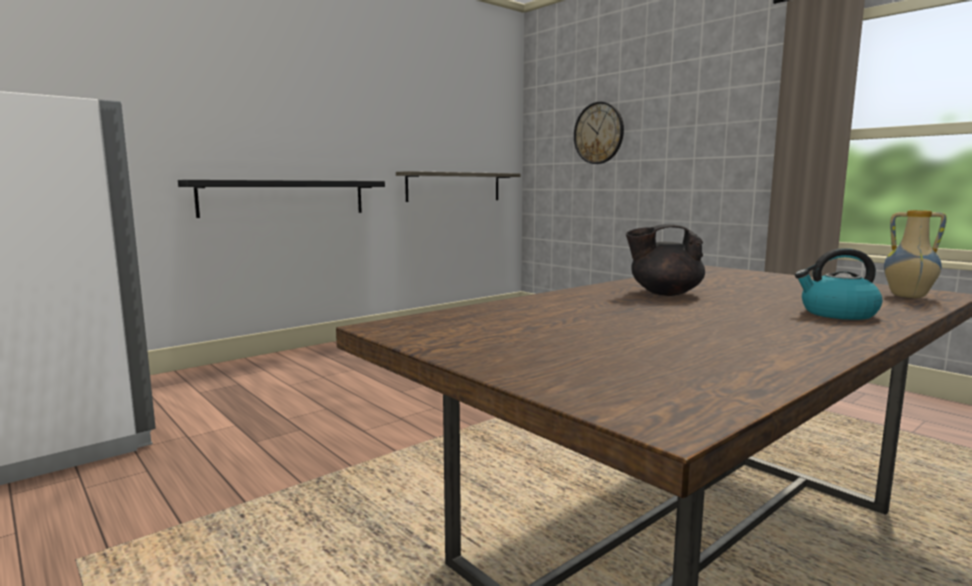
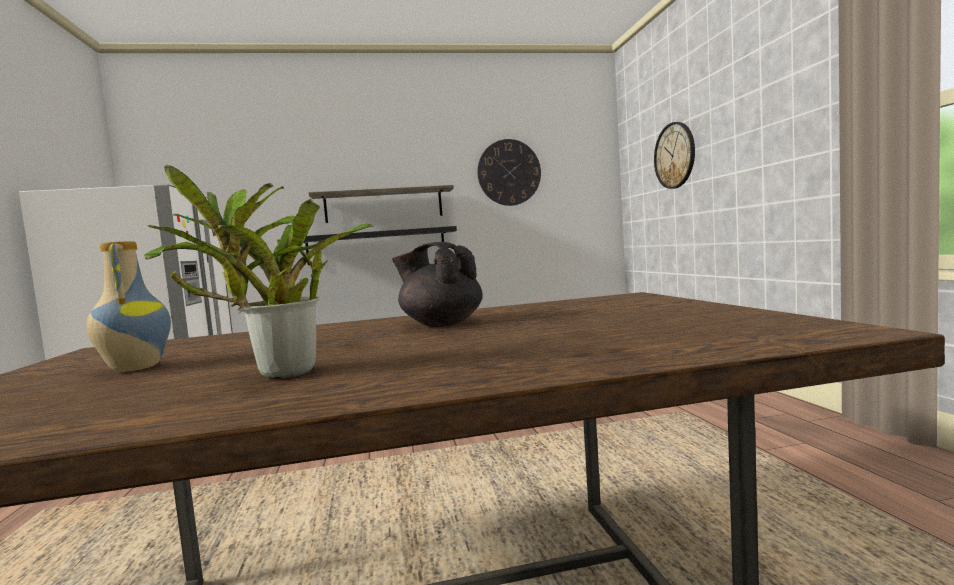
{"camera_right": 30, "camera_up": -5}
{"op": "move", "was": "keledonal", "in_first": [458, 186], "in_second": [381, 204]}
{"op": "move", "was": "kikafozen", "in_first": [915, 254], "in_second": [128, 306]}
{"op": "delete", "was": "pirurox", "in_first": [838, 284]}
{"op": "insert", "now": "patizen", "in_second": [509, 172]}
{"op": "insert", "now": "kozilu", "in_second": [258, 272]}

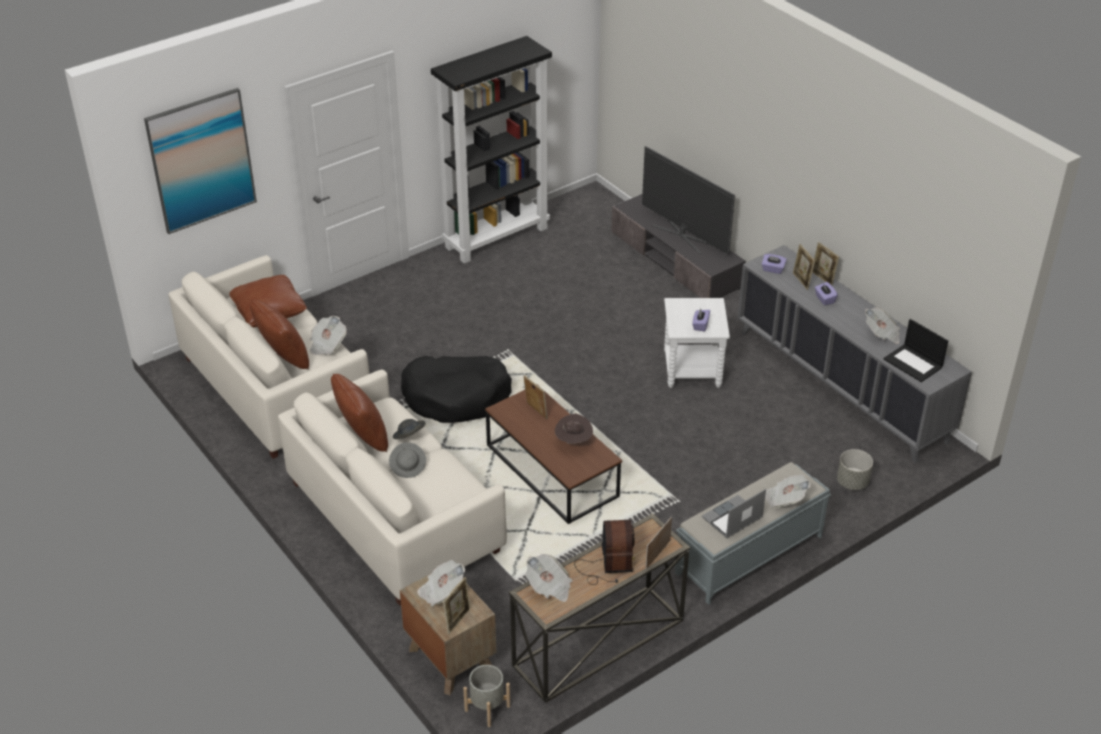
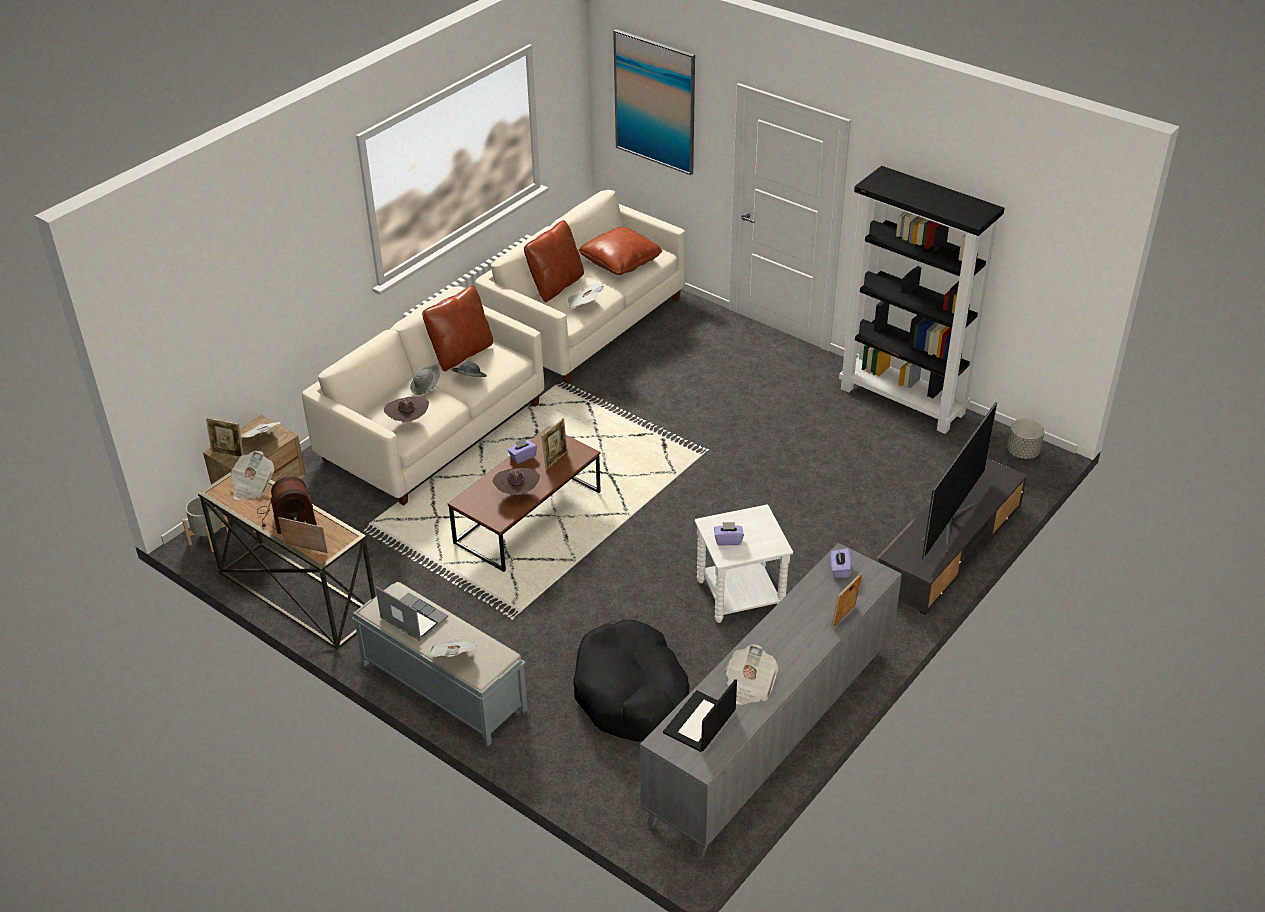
{"camera_right": 75, "camera_up": 0}
{"op": "delete", "was": "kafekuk", "in_first": [804, 267]}
{"op": "move", "was": "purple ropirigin", "in_first": [826, 293], "in_second": [522, 451]}
{"op": "move", "was": "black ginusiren", "in_first": [456, 389], "in_second": [631, 681]}
{"op": "move", "was": "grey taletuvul", "in_first": [855, 469], "in_second": [1026, 438]}
{"op": "insert", "now": "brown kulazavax", "in_second": [406, 409]}

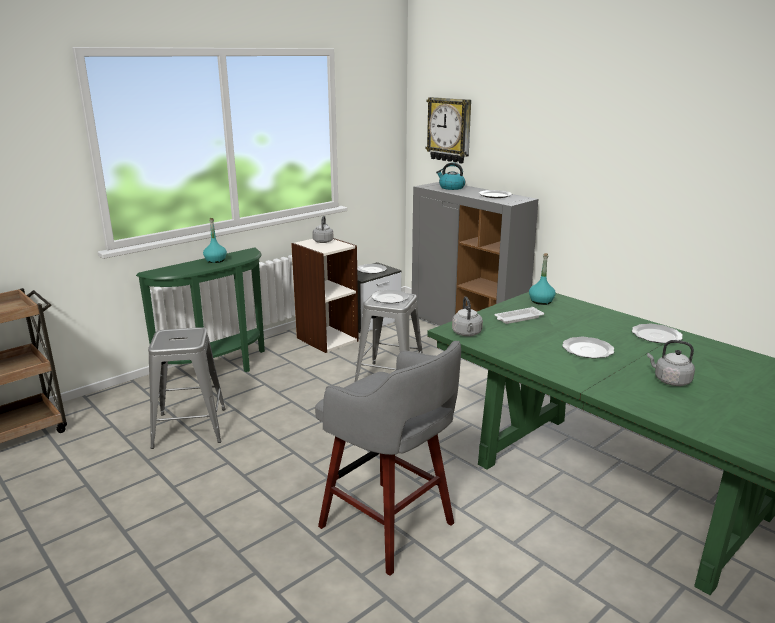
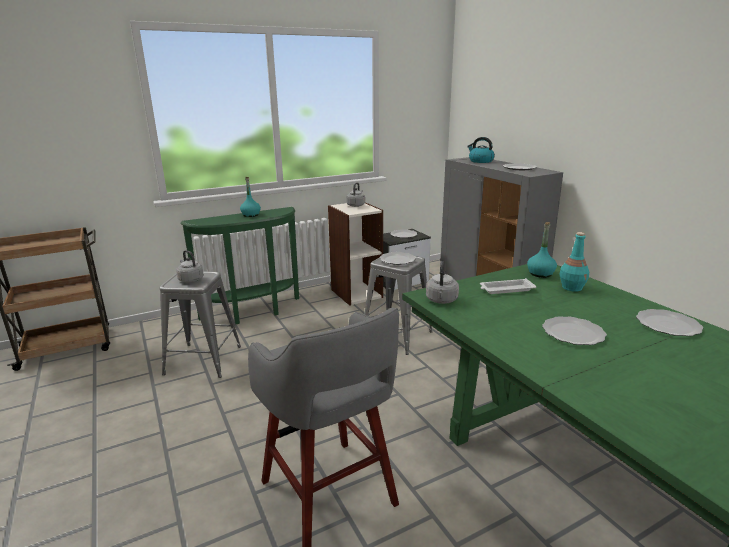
{"camera_right": 15, "camera_up": 0}
{"op": "delete", "was": "patizen", "in_first": [448, 130]}
{"op": "move", "was": "grey pirurox", "in_first": [671, 363], "in_second": [190, 266]}
{"op": "insert", "now": "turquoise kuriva", "in_second": [574, 262]}

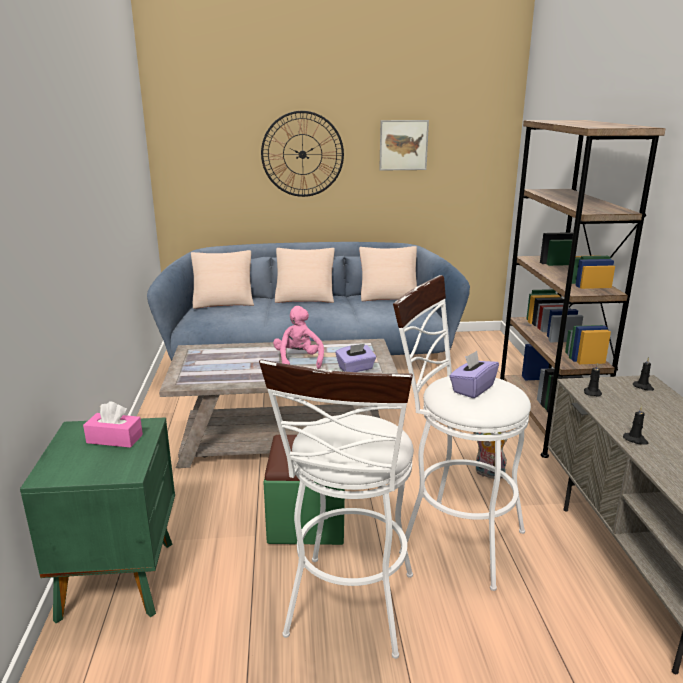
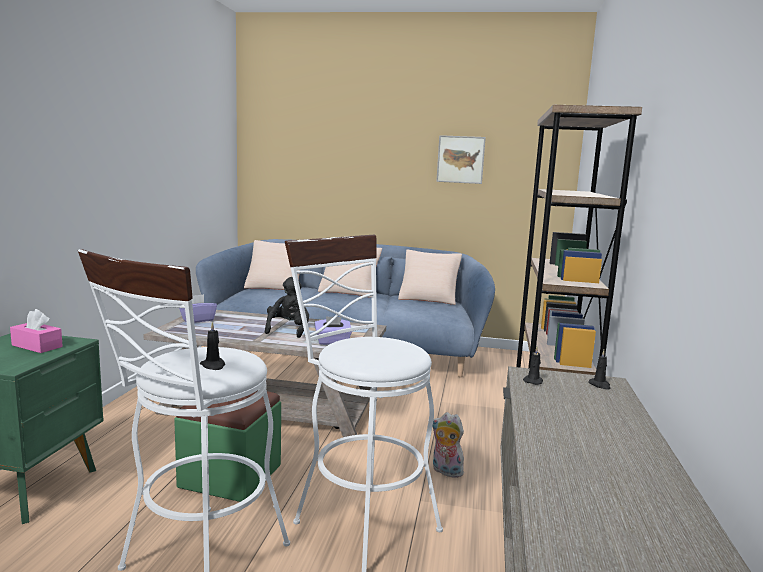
{"camera_right": 15, "camera_up": -10}
{"op": "delete", "was": "patizen", "in_first": [302, 154]}
{"op": "recolor", "was": "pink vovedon", "now": "black vovedon", "in_first": [298, 337], "in_second": [287, 307]}
{"op": "move", "was": "purple ropirigin", "in_first": [474, 374], "in_second": [198, 308]}
{"op": "move", "was": "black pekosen", "in_first": [636, 425], "in_second": [212, 346]}

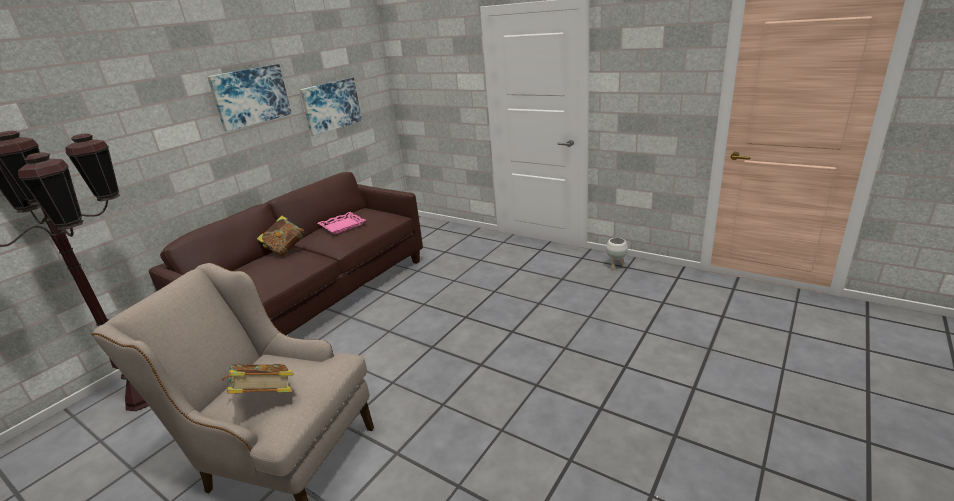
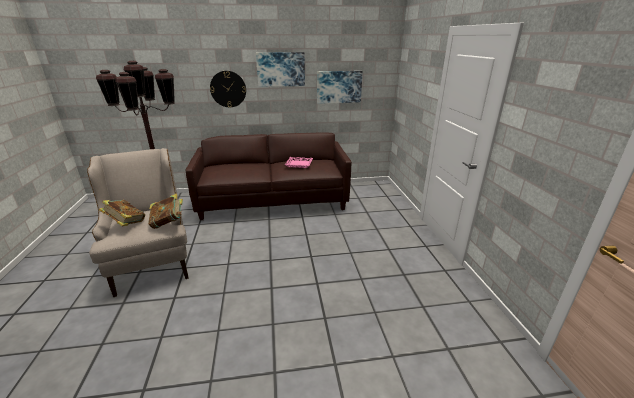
{"camera_right": 45, "camera_up": 0}
{"op": "move", "was": "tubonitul", "in_first": [281, 236], "in_second": [165, 211]}
{"op": "delete", "was": "white taletuvul", "in_first": [617, 254]}
{"op": "insert", "now": "patizen", "in_second": [228, 89]}

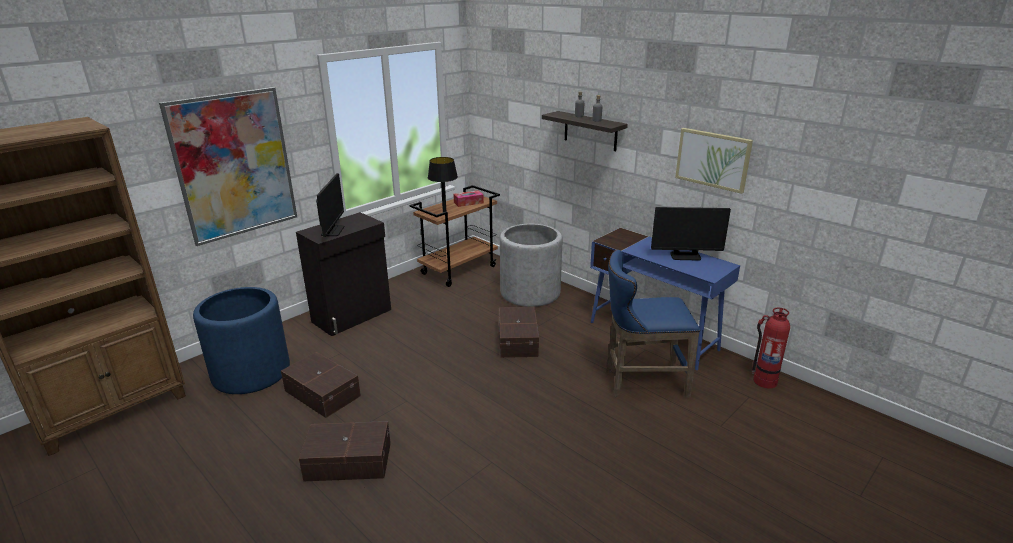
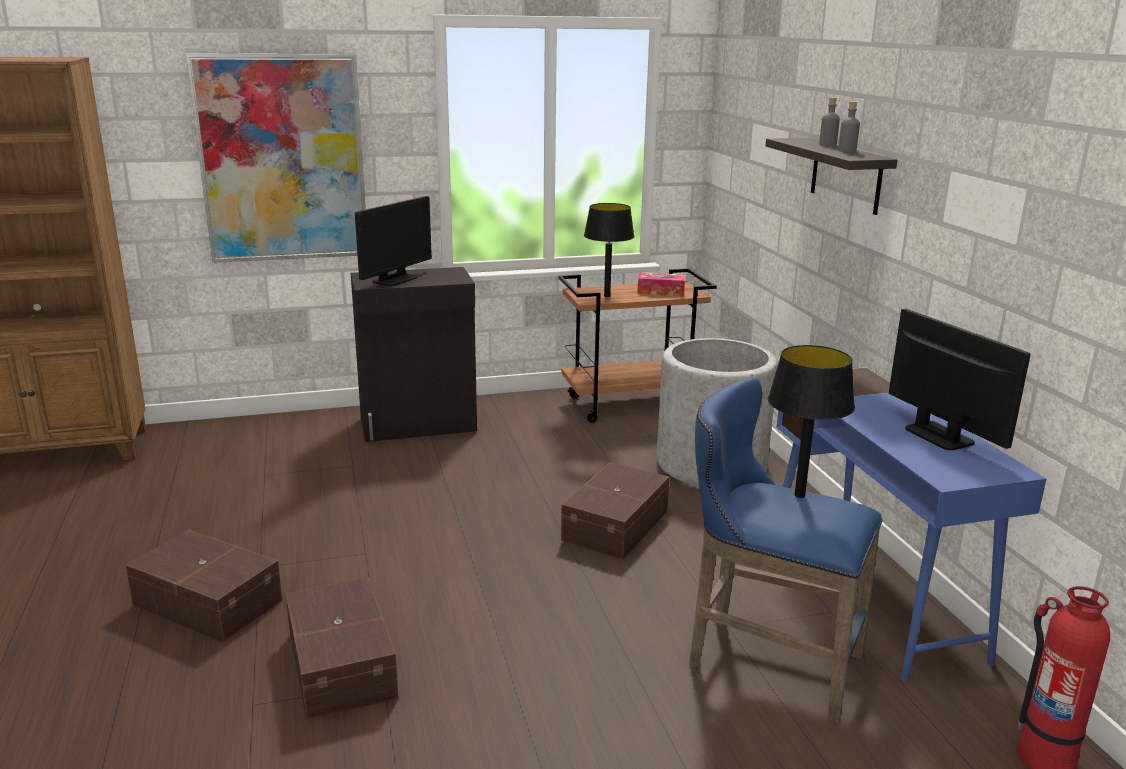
{"camera_right": 30, "camera_up": -5}
{"op": "delete", "was": "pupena", "in_first": [714, 161]}
{"op": "rotate", "was": "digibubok", "in_first": [691, 233], "in_second": [959, 379], "clockwise": -150}
{"op": "delete", "was": "blue taletuvul", "in_first": [241, 340]}
{"op": "move", "was": "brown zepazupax", "in_first": [321, 385], "in_second": [342, 648]}
{"op": "insert", "now": "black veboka", "in_second": [811, 421]}

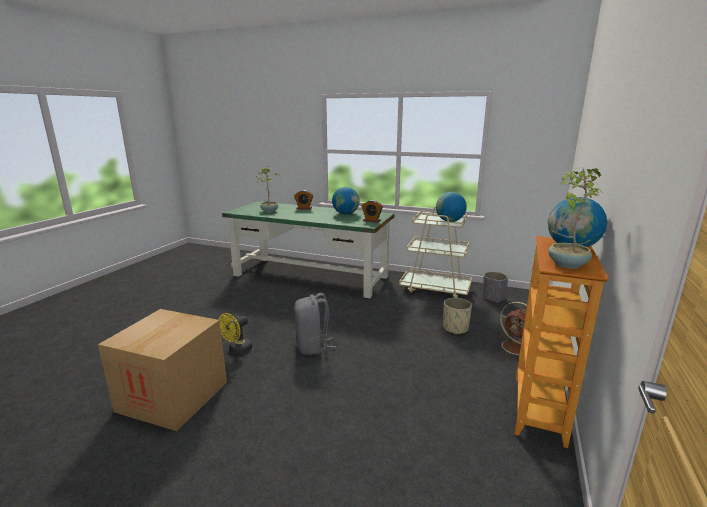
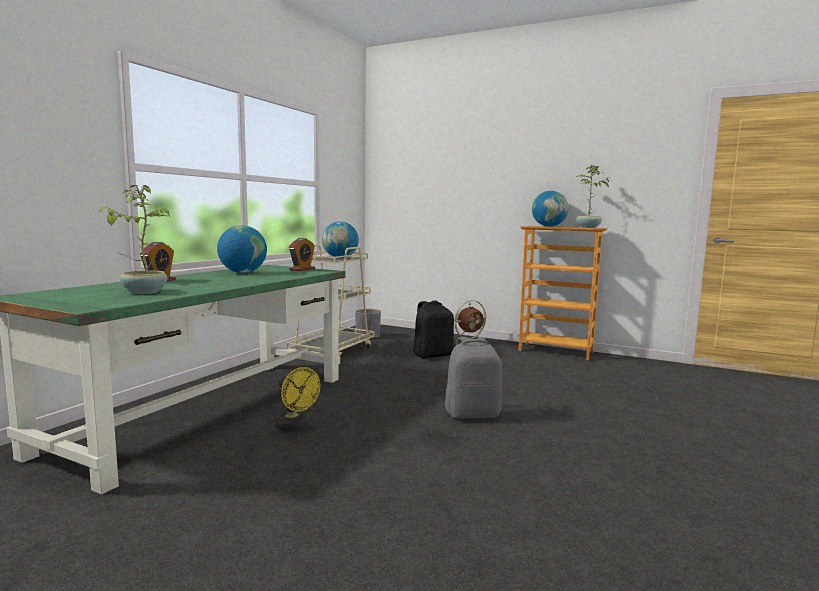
{"camera_right": -85, "camera_up": -10}
{"op": "replace", "was": "beige taletuvul", "now": "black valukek", "in_first": [457, 316], "in_second": [433, 329]}
{"op": "delete", "was": "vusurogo", "in_first": [162, 370]}
{"op": "move", "was": "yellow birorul", "in_first": [235, 333], "in_second": [297, 399]}

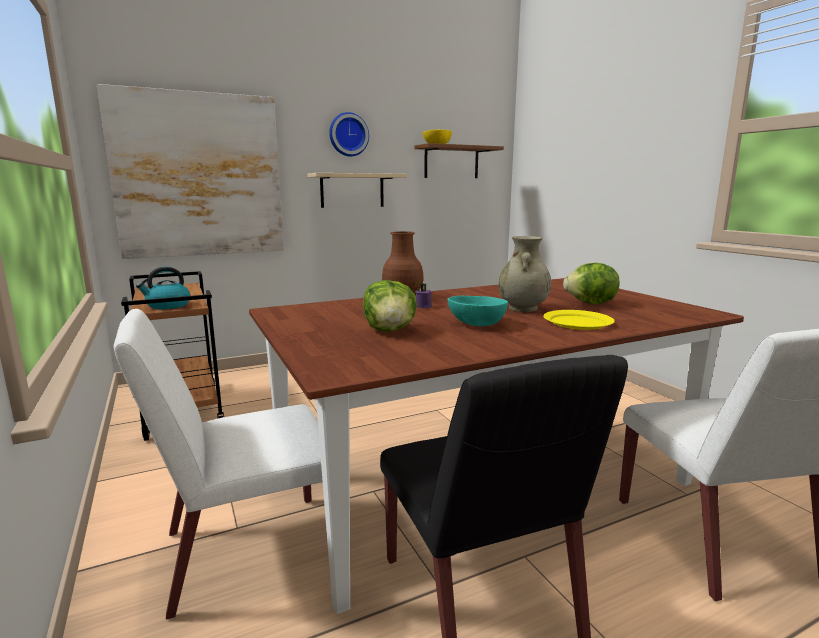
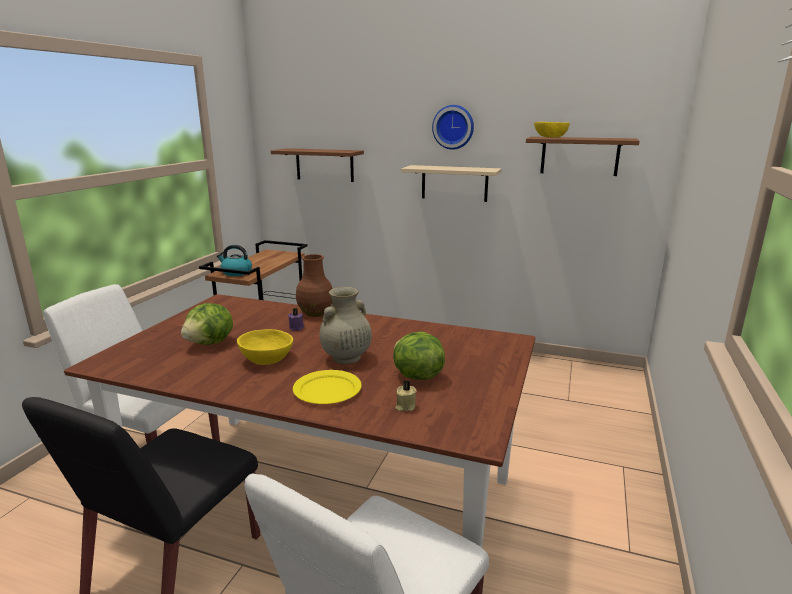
{"camera_right": 45, "camera_up": 5}
{"op": "replace", "was": "pupena", "now": "brown keledonal", "in_first": [190, 171], "in_second": [317, 165]}
{"op": "recolor", "was": "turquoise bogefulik", "now": "yellow bogefulik", "in_first": [477, 311], "in_second": [265, 347]}
{"op": "insert", "now": "beige pekosen", "in_second": [406, 395]}

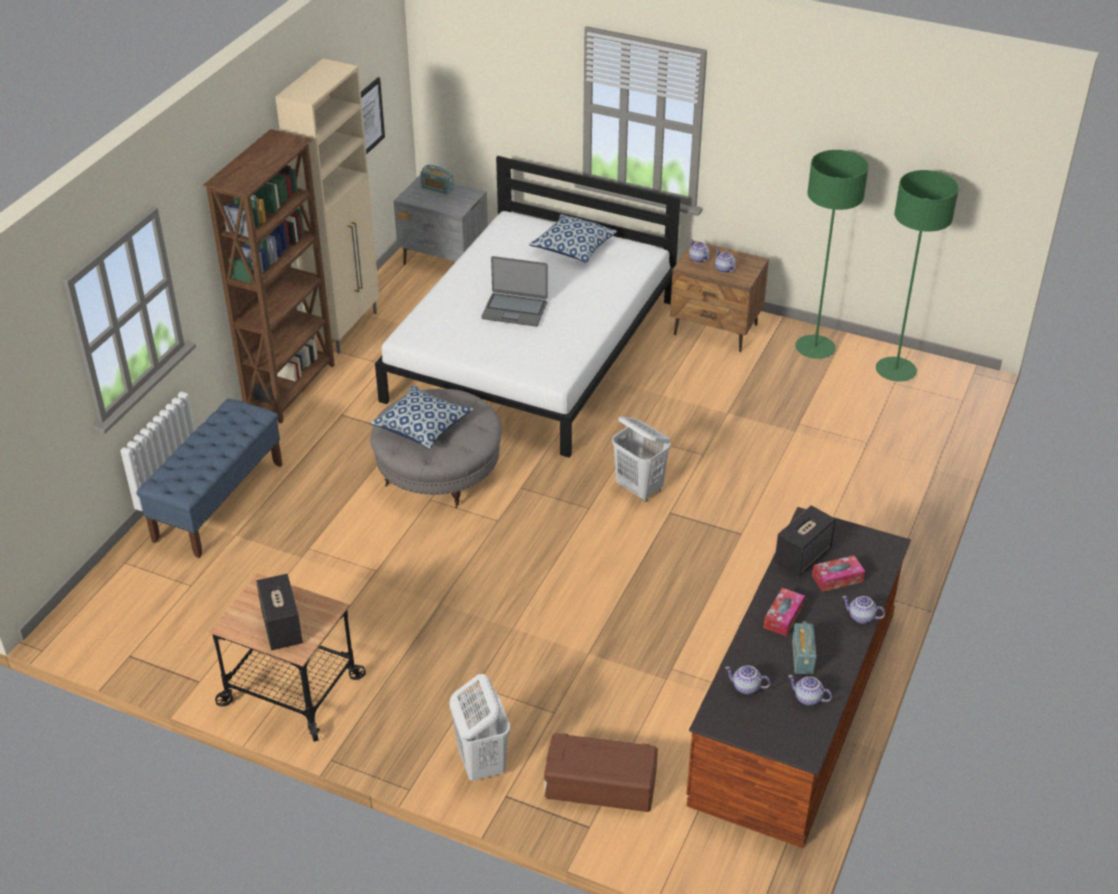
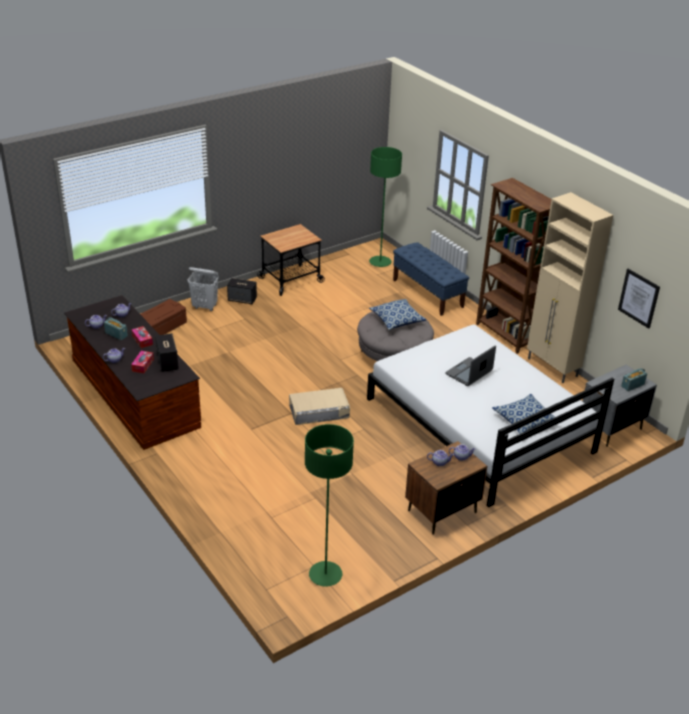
{"camera_right": 120, "camera_up": -5}
{"op": "move", "was": "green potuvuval", "in_first": [832, 254], "in_second": [385, 207]}
{"op": "replace", "was": "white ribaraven", "now": "beige zepazupax", "in_first": [641, 459], "in_second": [319, 406]}
{"op": "move", "was": "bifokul", "in_first": [279, 612], "in_second": [242, 291]}

